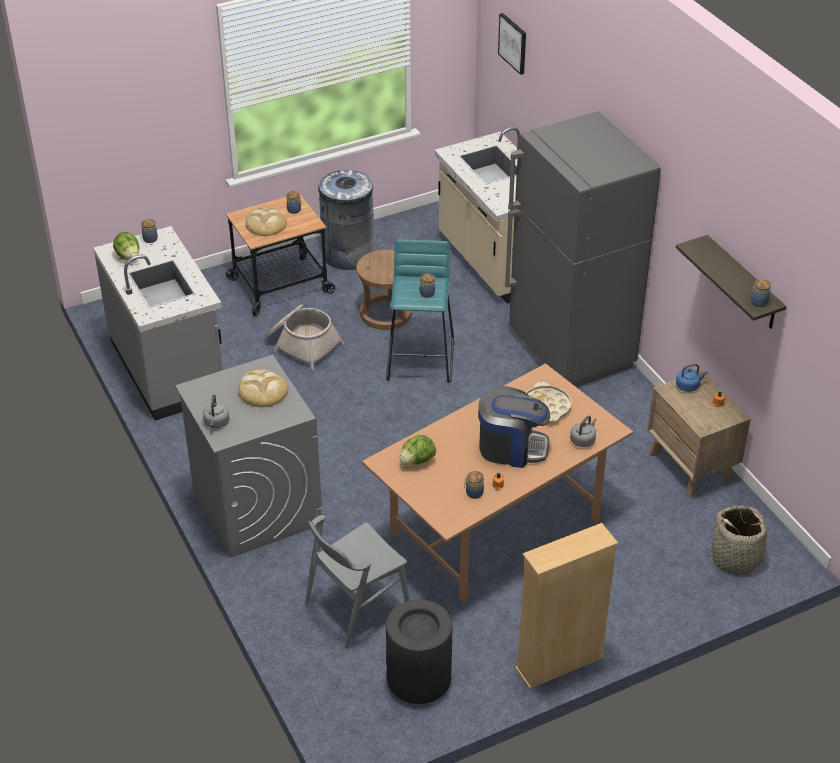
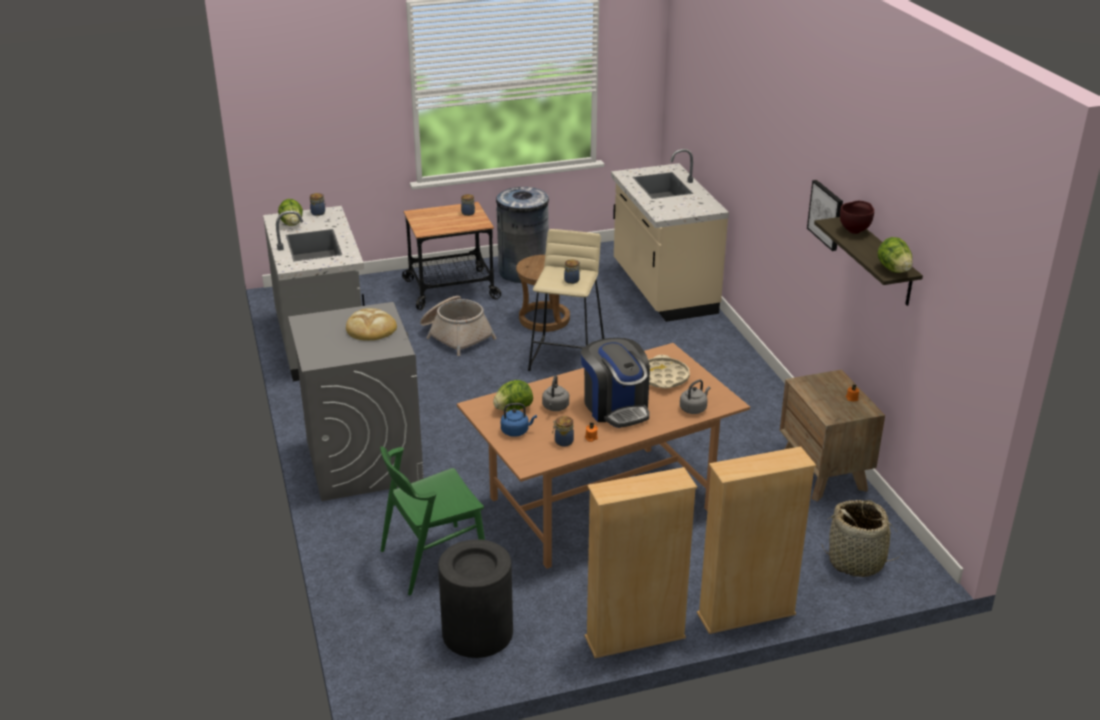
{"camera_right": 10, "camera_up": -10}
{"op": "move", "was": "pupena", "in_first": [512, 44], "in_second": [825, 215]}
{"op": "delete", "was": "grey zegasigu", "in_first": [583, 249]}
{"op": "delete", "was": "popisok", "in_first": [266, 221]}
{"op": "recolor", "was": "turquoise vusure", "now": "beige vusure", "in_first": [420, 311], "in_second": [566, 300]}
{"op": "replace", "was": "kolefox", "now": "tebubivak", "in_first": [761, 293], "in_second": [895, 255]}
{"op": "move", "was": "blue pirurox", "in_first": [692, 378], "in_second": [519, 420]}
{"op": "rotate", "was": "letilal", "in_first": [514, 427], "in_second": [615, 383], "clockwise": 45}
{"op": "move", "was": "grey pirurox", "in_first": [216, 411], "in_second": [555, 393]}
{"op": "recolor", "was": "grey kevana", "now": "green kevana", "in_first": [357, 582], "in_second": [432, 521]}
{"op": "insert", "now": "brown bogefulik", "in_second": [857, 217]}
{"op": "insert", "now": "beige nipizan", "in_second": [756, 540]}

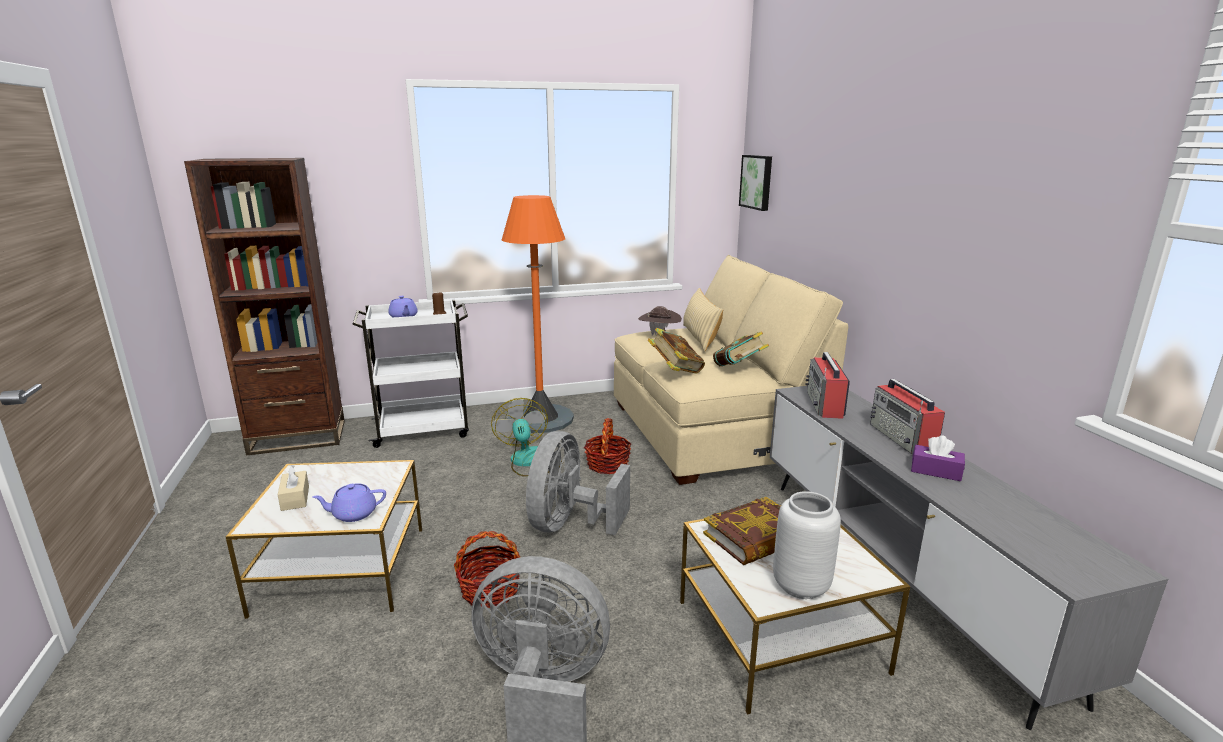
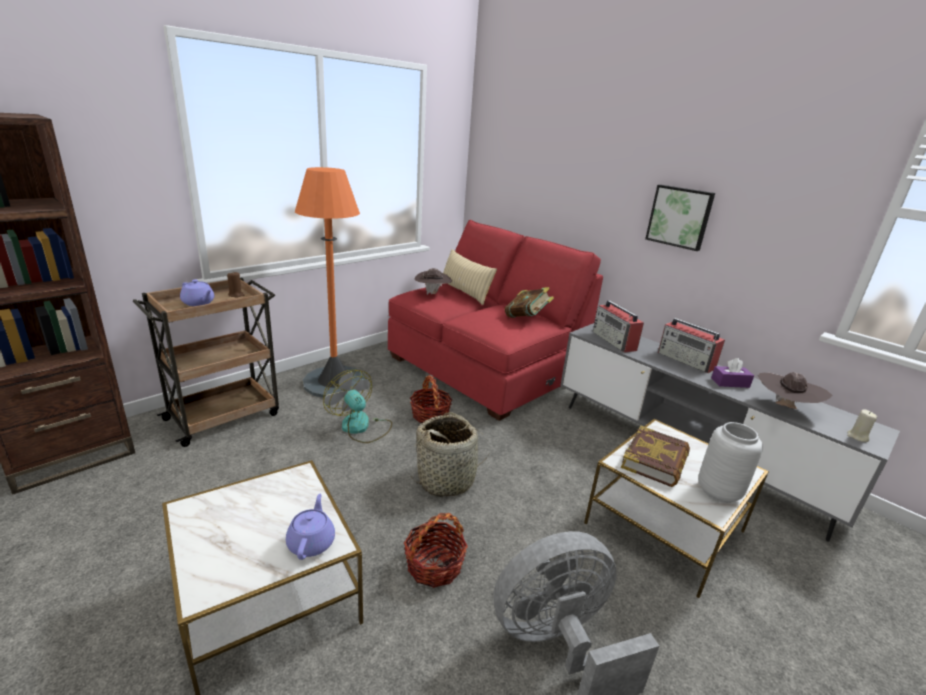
{"camera_right": -30, "camera_up": 5}
{"op": "move", "was": "pupena", "in_first": [755, 183], "in_second": [680, 218]}
{"op": "recolor", "was": "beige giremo", "now": "red giremo", "in_first": [731, 370], "in_second": [495, 320]}
{"op": "recolor", "was": "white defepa", "now": "brown defepa", "in_first": [410, 374], "in_second": [206, 362]}
{"op": "delete", "was": "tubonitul", "in_first": [676, 351]}
{"op": "replace", "was": "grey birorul", "now": "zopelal", "in_first": [578, 483], "in_second": [450, 454]}
{"op": "delete", "was": "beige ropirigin", "in_first": [293, 488]}
{"op": "rotate", "was": "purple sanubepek", "in_first": [349, 502], "in_second": [310, 526], "clockwise": 135}
{"op": "insert", "now": "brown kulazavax", "in_second": [795, 390]}
{"op": "insert", "now": "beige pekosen", "in_second": [862, 425]}

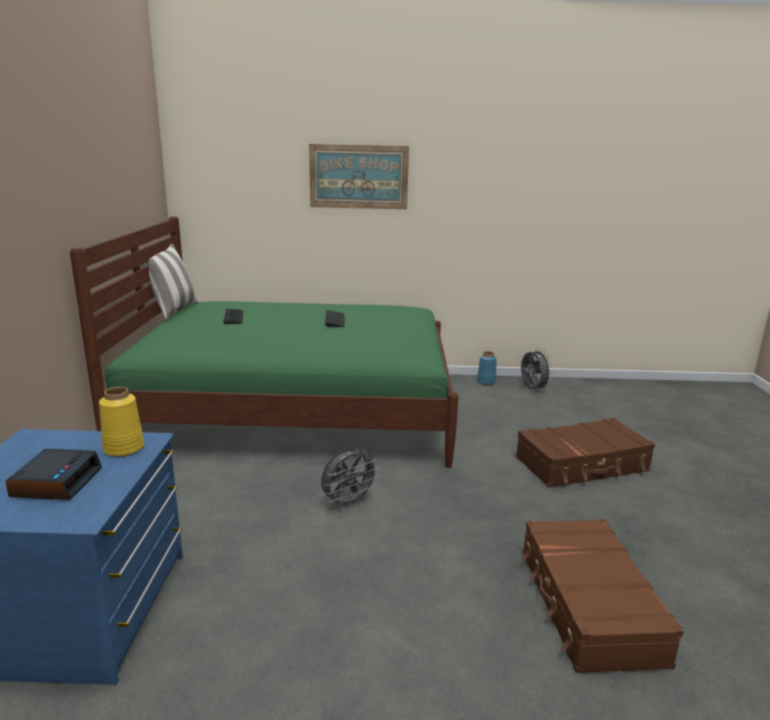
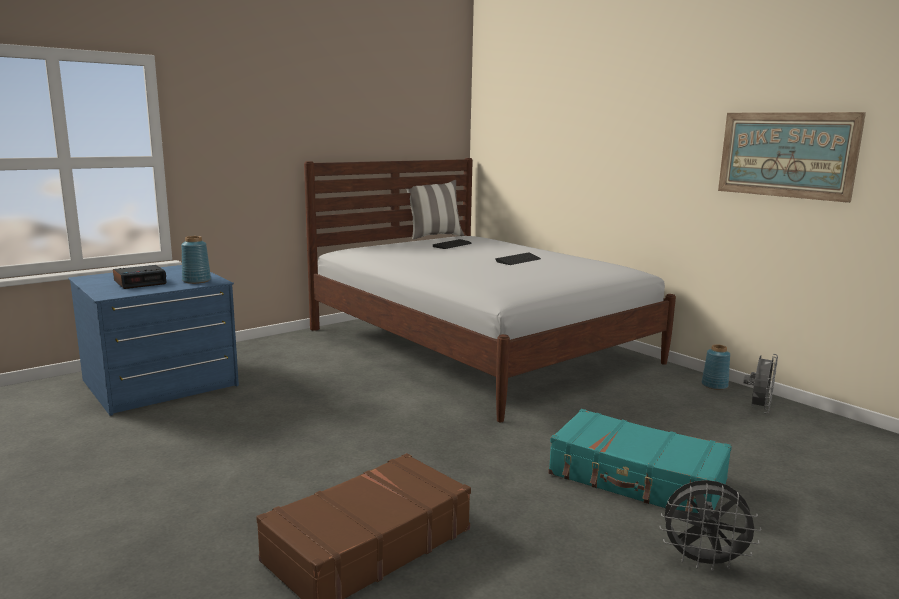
{"camera_right": 50, "camera_up": -5}
{"op": "move", "was": "pupena", "in_first": [359, 176], "in_second": [792, 157]}
{"op": "recolor", "was": "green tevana", "now": "white tevana", "in_first": [264, 342], "in_second": [490, 290]}
{"op": "recolor", "was": "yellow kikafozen", "now": "blue kikafozen", "in_first": [121, 422], "in_second": [196, 260]}
{"op": "recolor", "was": "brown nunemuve", "now": "turquoise nunemuve", "in_first": [585, 453], "in_second": [640, 461]}
{"op": "move", "was": "grey birorul", "in_first": [350, 478], "in_second": [710, 525]}

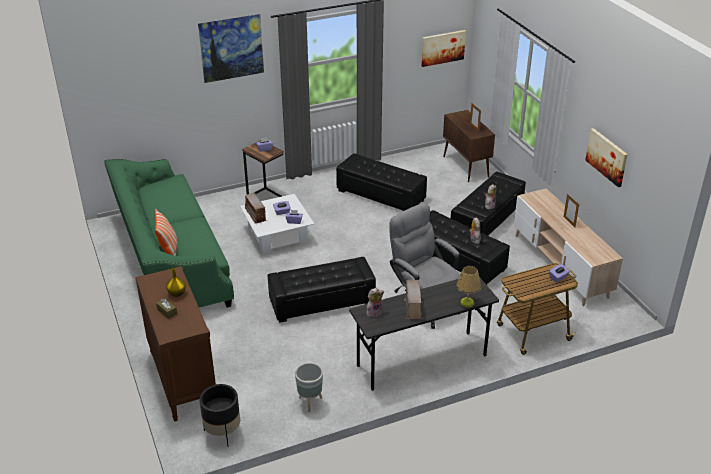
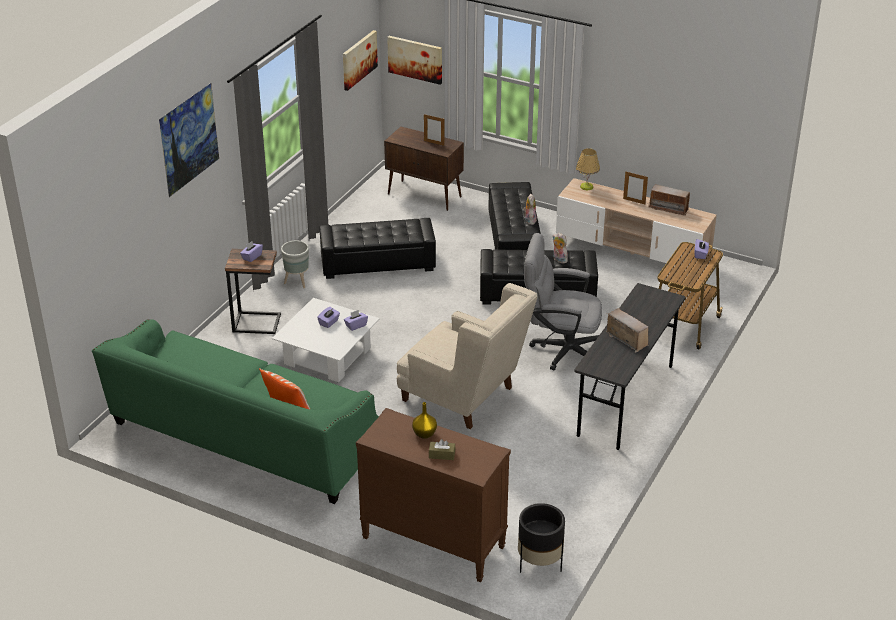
{"camera_right": -40, "camera_up": 0}
{"op": "move", "was": "pupena", "in_first": [606, 157], "in_second": [414, 60]}
{"op": "move", "was": "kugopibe", "in_first": [256, 208], "in_second": [669, 200]}
{"op": "replace", "was": "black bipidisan", "now": "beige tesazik", "in_first": [322, 290], "in_second": [467, 356]}
{"op": "move", "was": "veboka", "in_first": [468, 286], "in_second": [588, 169]}
{"op": "delete", "was": "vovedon", "in_first": [375, 302]}
{"op": "move", "was": "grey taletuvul", "in_first": [309, 387], "in_second": [295, 264]}

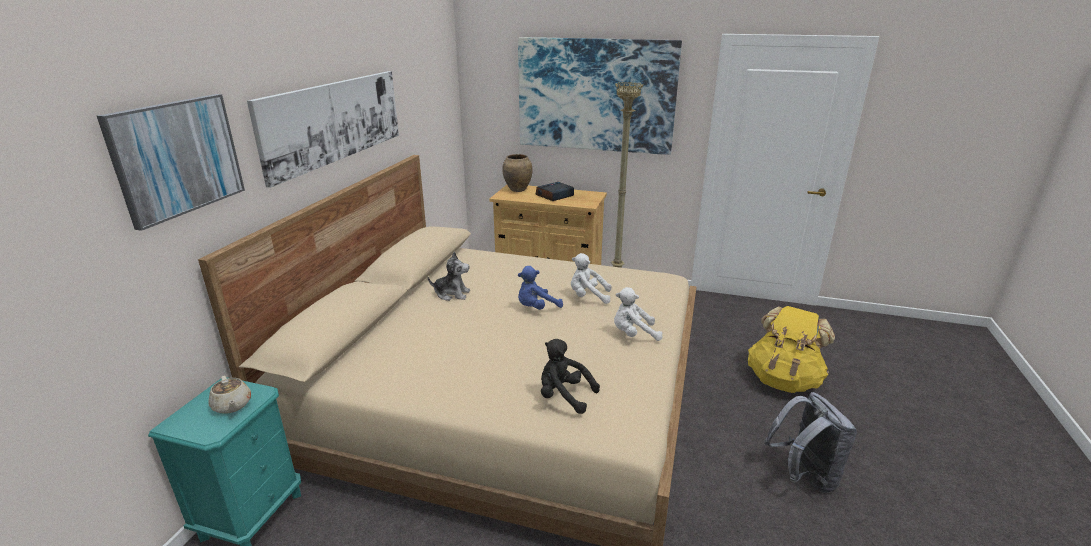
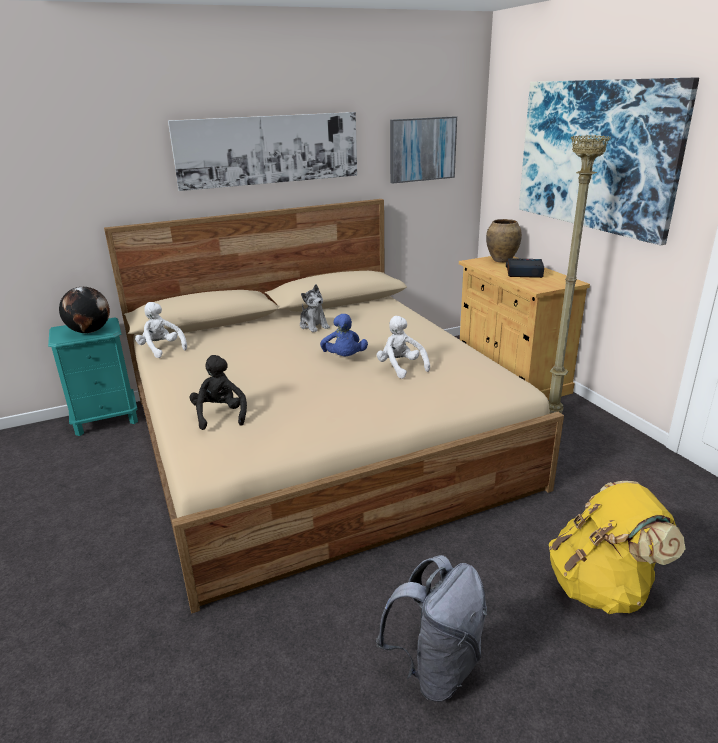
{"camera_right": 50, "camera_up": 0}
{"op": "move", "was": "pupena", "in_first": [171, 162], "in_second": [423, 150]}
{"op": "rotate", "was": "blue vovedon", "in_first": [540, 288], "in_second": [344, 335], "clockwise": -120}
{"op": "move", "was": "white vovedon", "in_first": [638, 314], "in_second": [161, 330]}
{"op": "replace", "was": "beige sanubepek", "now": "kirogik", "in_first": [229, 395], "in_second": [84, 310]}

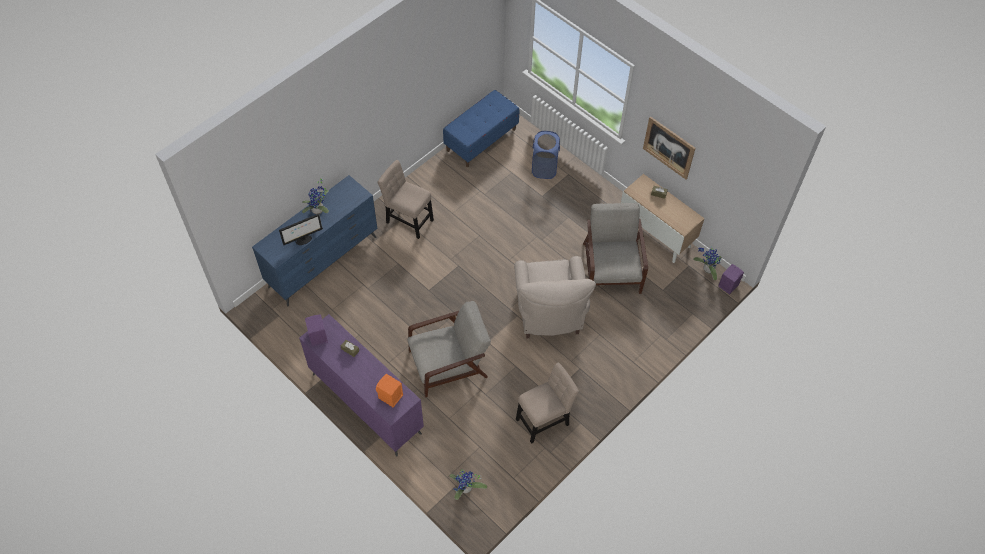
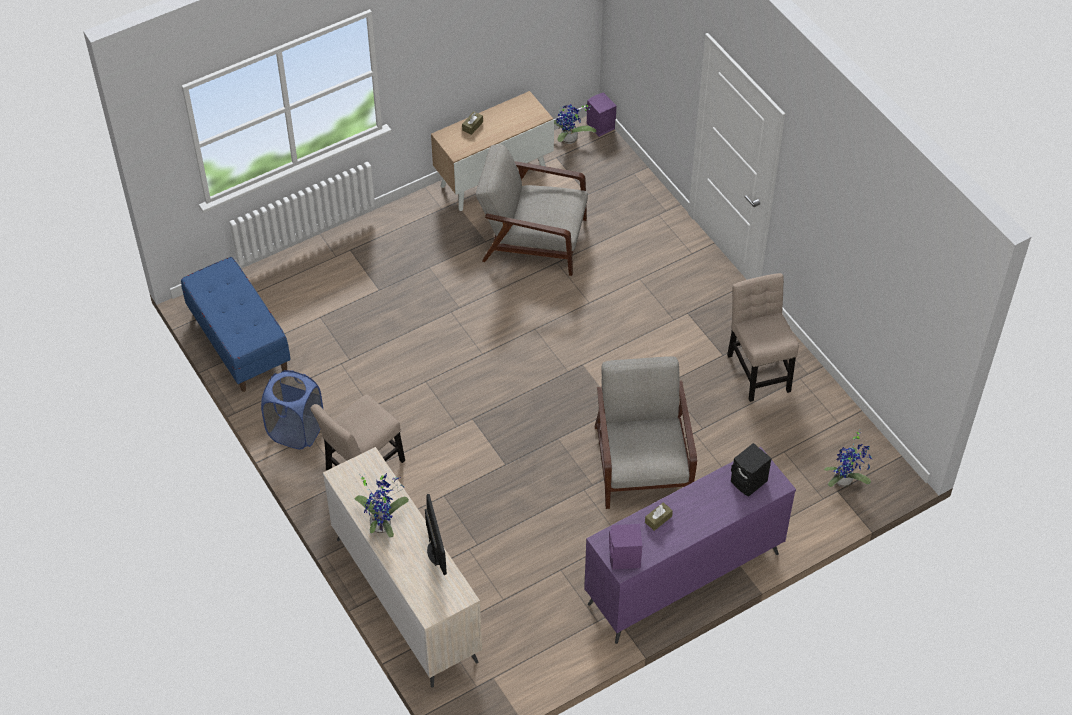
{"camera_right": -75, "camera_up": -5}
{"op": "delete", "was": "pupena", "in_first": [669, 147]}
{"op": "move", "was": "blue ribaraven", "in_first": [546, 155], "in_second": [292, 410]}
{"op": "recolor", "was": "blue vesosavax", "now": "beige vesosavax", "in_first": [315, 240], "in_second": [402, 567]}
{"op": "delete", "was": "beige tesazik", "in_first": [555, 297]}
{"op": "recolor", "was": "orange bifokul", "now": "black bifokul", "in_first": [389, 390], "in_second": [751, 470]}

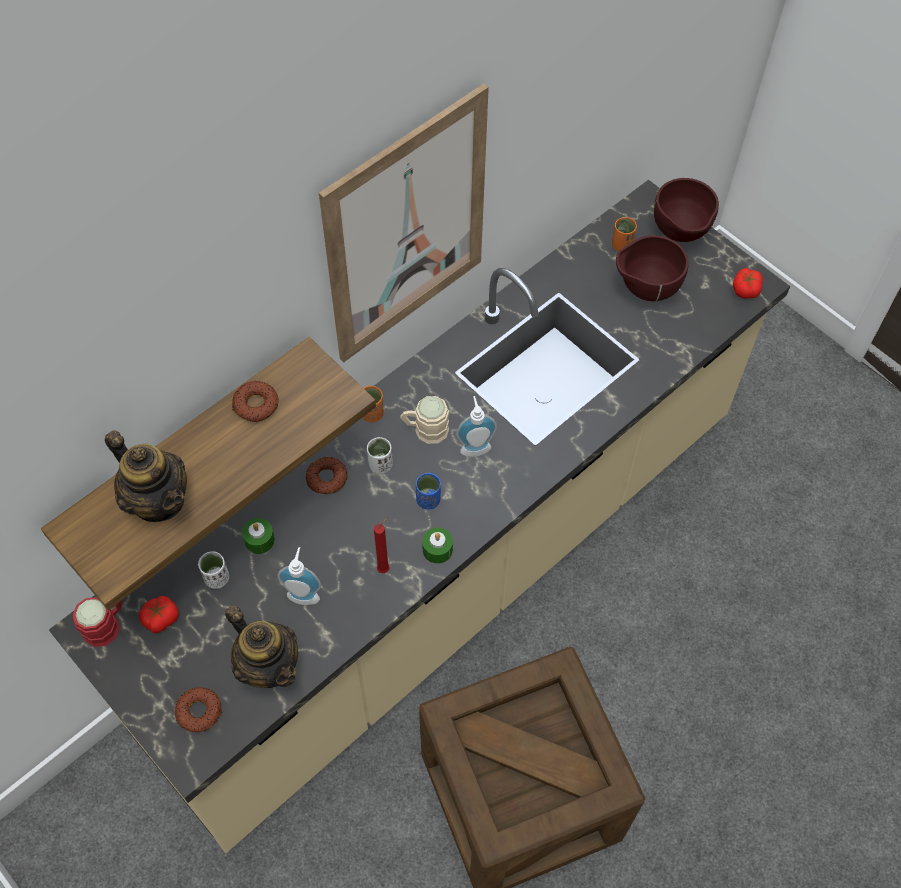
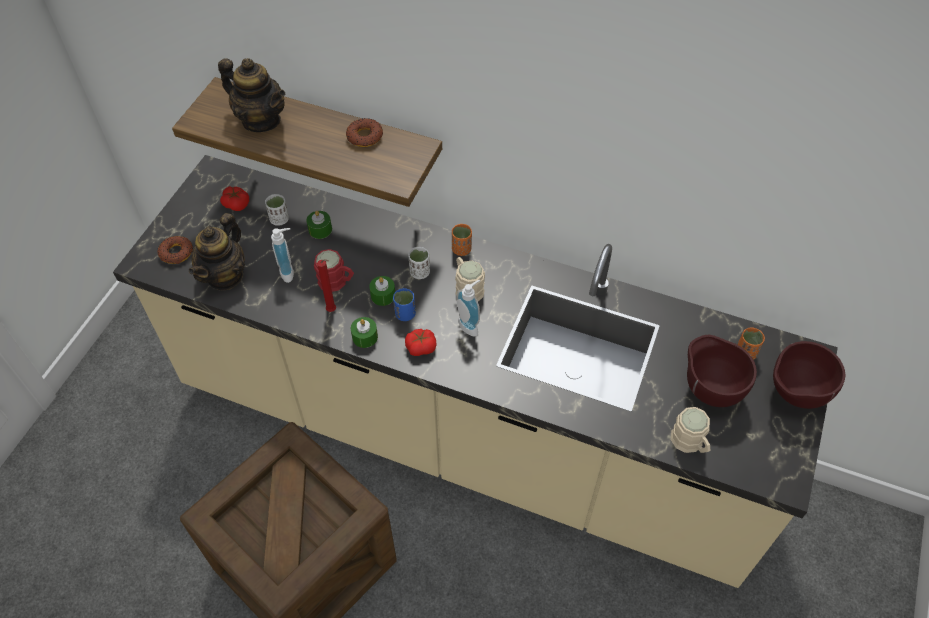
{"camera_right": 65, "camera_up": -5}
{"op": "delete", "was": "pupena", "in_first": [404, 223]}
{"op": "move", "was": "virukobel", "in_first": [748, 283], "in_second": [421, 342]}
{"op": "rotate", "was": "sanubepek", "in_first": [146, 476], "in_second": [251, 95], "clockwise": -75}
{"op": "delete", "was": "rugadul", "in_first": [327, 475]}
{"op": "move", "was": "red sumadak", "in_first": [98, 622], "in_second": [334, 270]}
{"op": "insert", "now": "green pekosen", "in_second": [382, 291]}
{"op": "insert", "now": "beige sumadak", "in_second": [691, 430]}

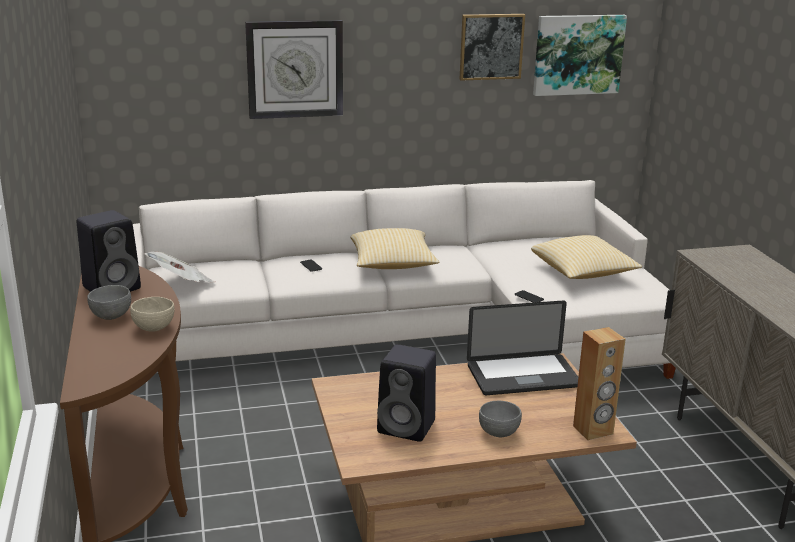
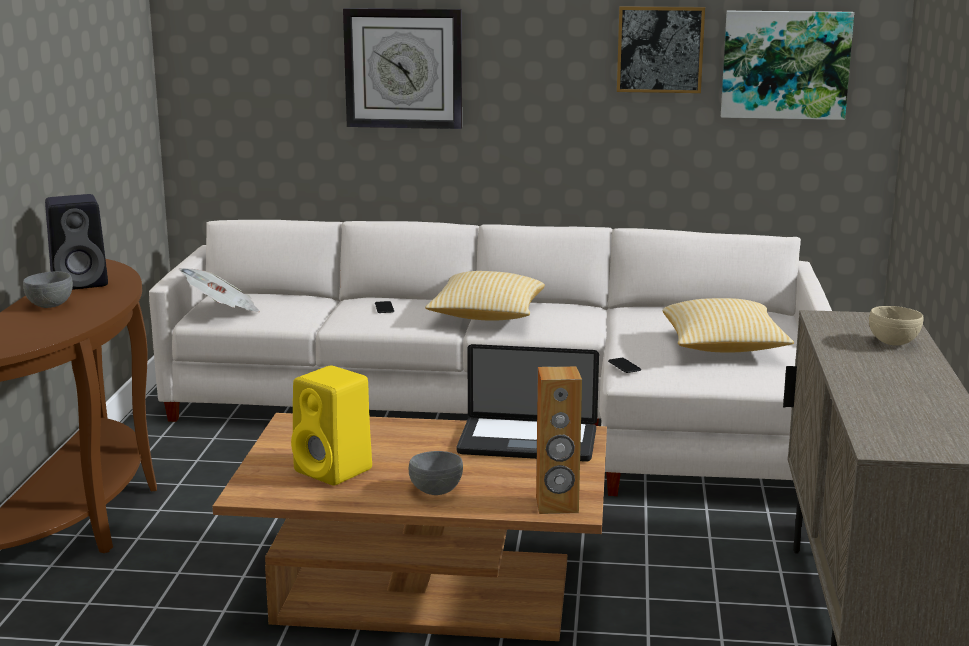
{"camera_right": 20, "camera_up": -5}
{"op": "move", "was": "beige bogefulik", "in_first": [152, 314], "in_second": [896, 325]}
{"op": "recolor", "was": "black bifokul", "now": "yellow bifokul", "in_first": [406, 393], "in_second": [331, 425]}

